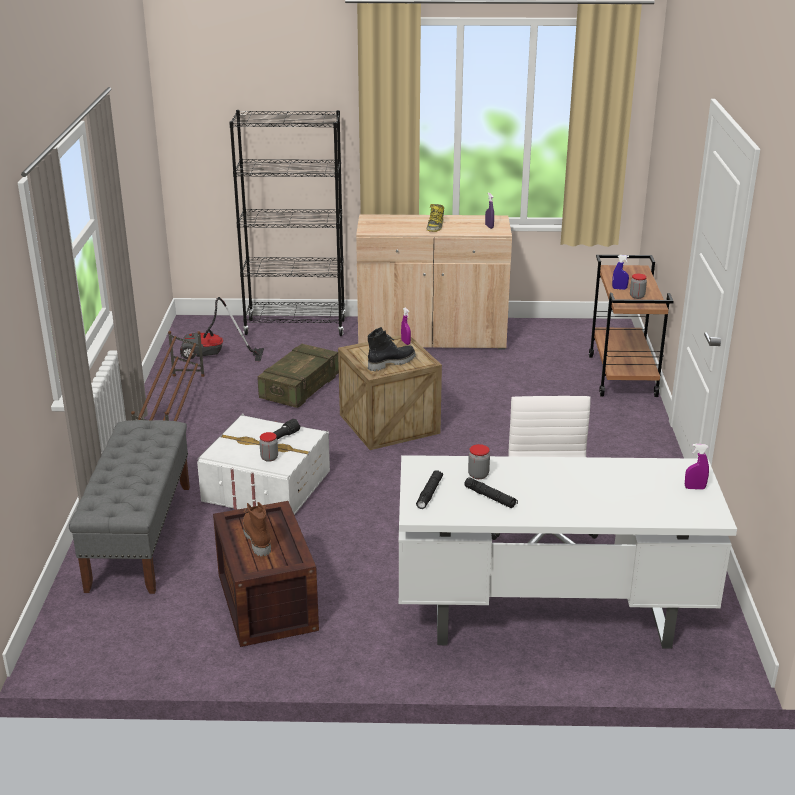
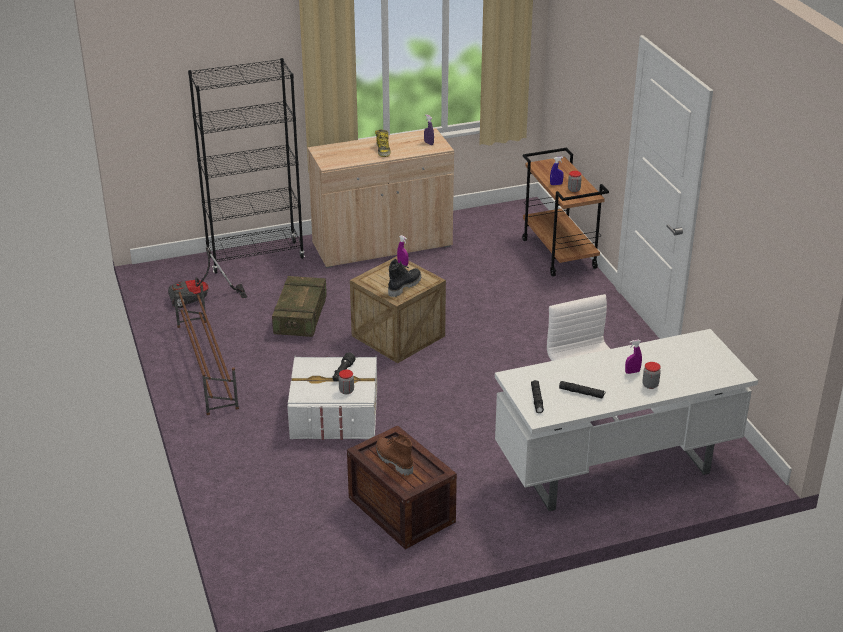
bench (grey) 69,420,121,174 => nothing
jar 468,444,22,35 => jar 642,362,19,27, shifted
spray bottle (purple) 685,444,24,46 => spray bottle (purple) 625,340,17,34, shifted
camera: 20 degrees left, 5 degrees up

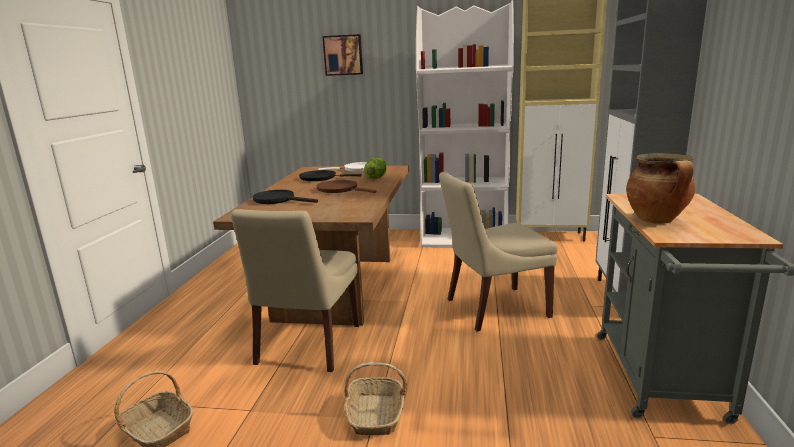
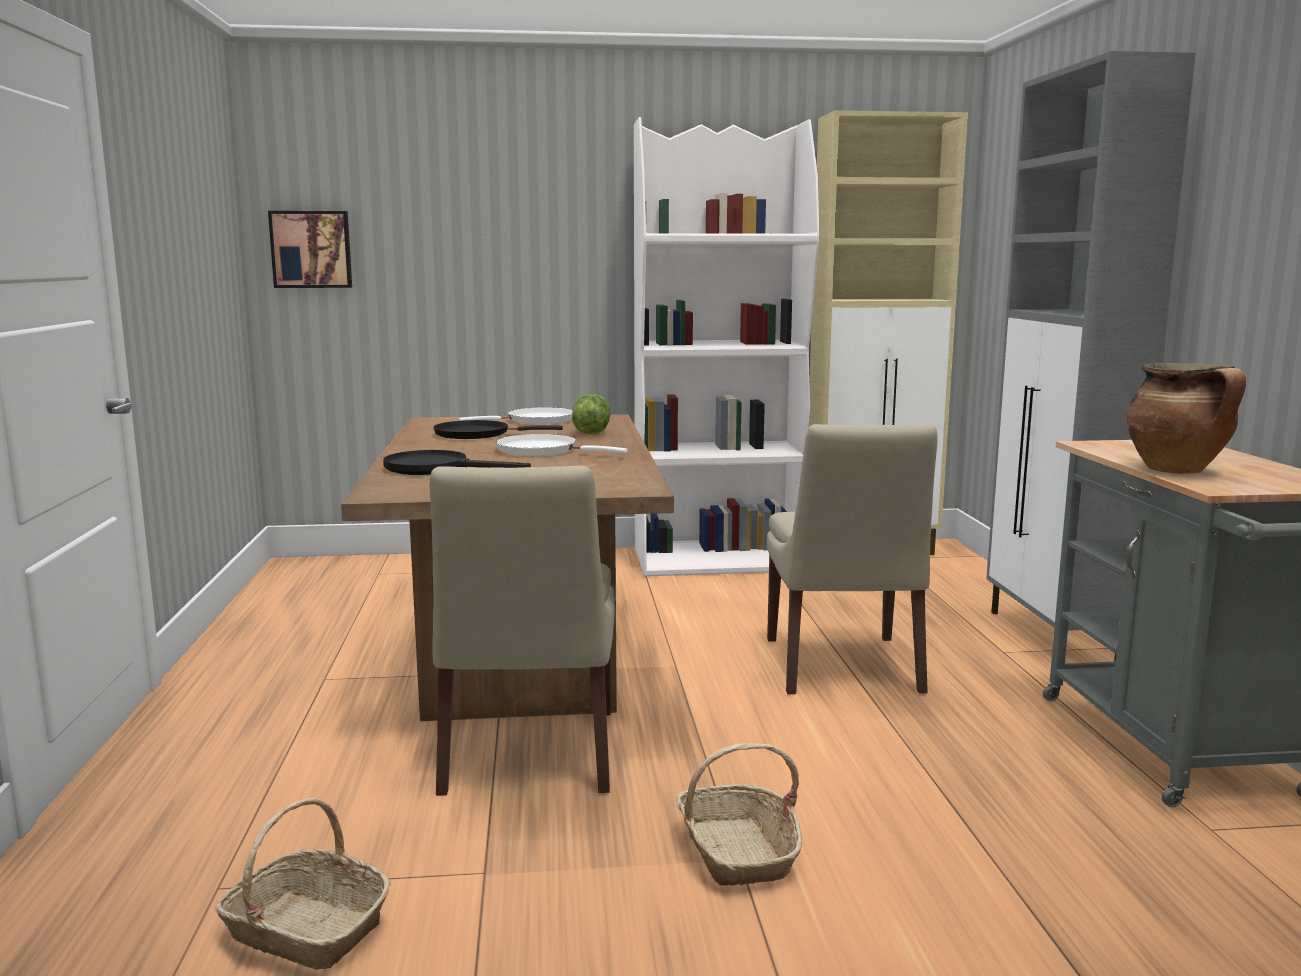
picture 322,34,41,42 => picture 268,211,84,77, shifted
chair (beige) 439,172,119,159 => chair (beige) 767,424,171,270, 60 degrees counterclockwise
frying pan (brown) 317,180,59,13 => frying pan (white) 496,434,132,22
camera: 15 degrees left, 5 degrees down

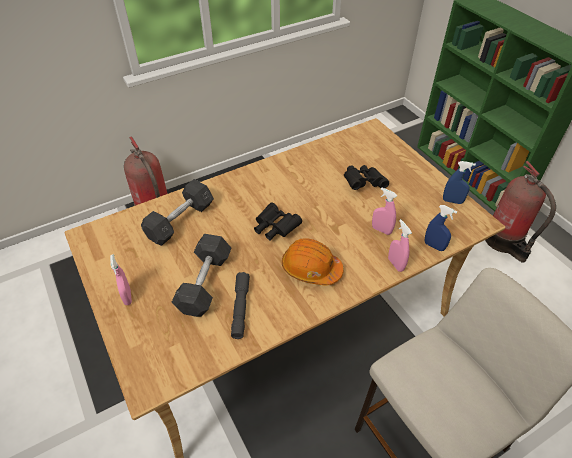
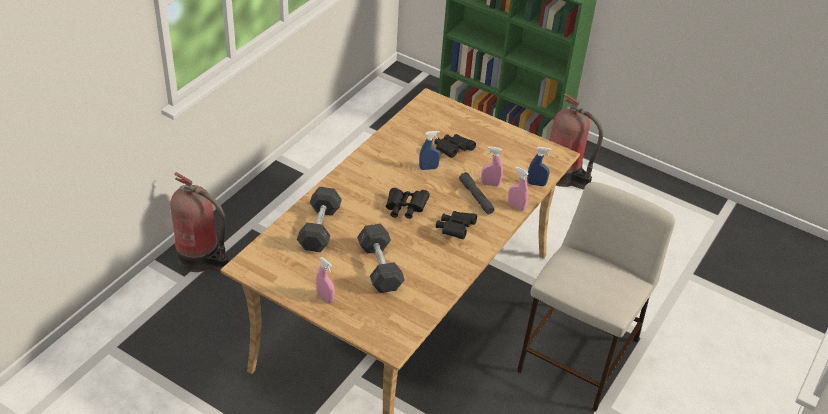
spray bottle (blue) 443,161,33,43 => spray bottle (blue) 419,131,21,39, shifted
hard hat (orange) 282,238,62,47 => binoculars (black) 436,211,41,28
flashlight (grey) 231,272,19,67 => flashlight (grey) 459,172,36,42, shifted
camera: 30 degrees left, 5 degrees down

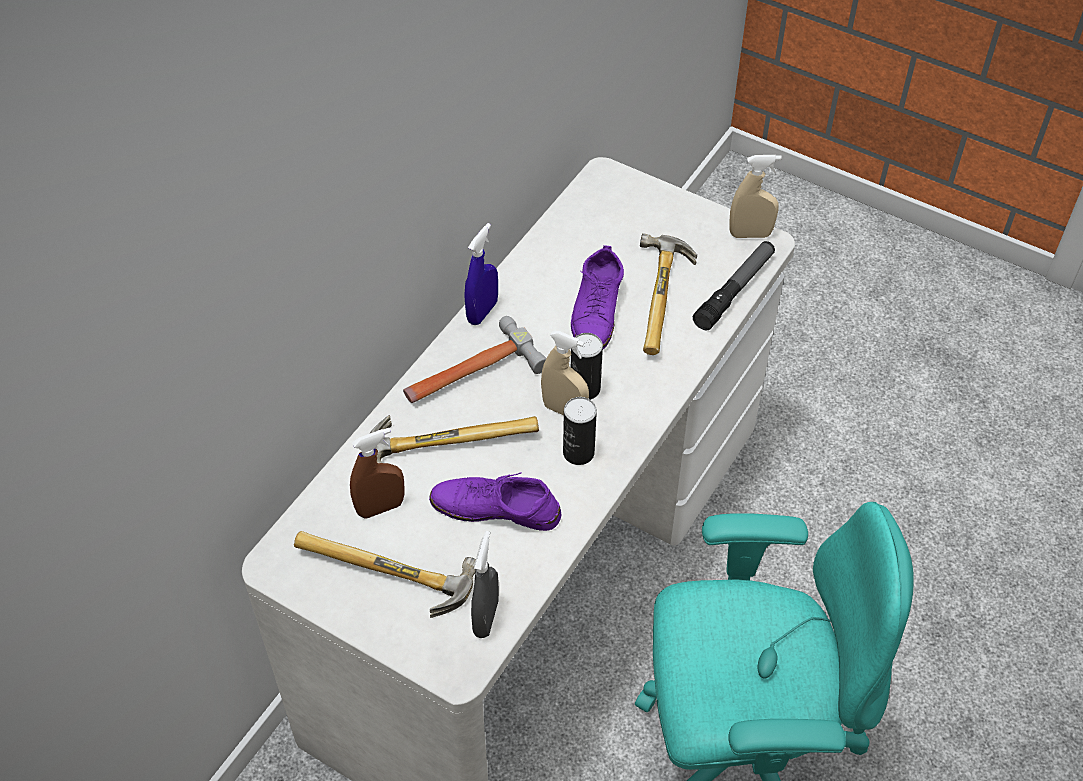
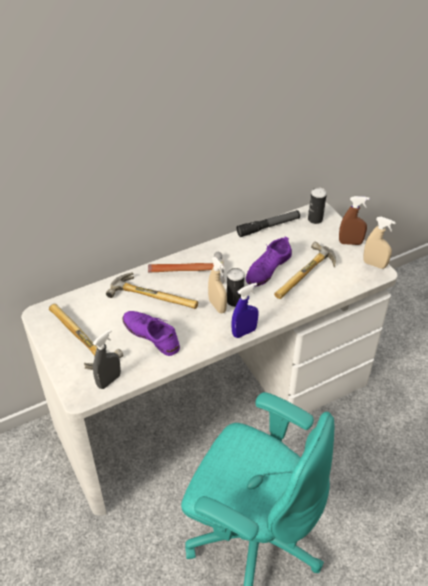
spray bottle (blue) 464,223,34,102 => spray bottle (blue) 231,283,27,55, shifted
flashlight 693,241,82,90 => flashlight 237,210,63,27, shifted
can 563,397,34,68 => can 308,187,19,37, shifted
spray bottle (brown) 350,428,54,91 => spray bottle (brown) 339,196,31,49, shifted
camera: 30 degrees right, 5 degrees down

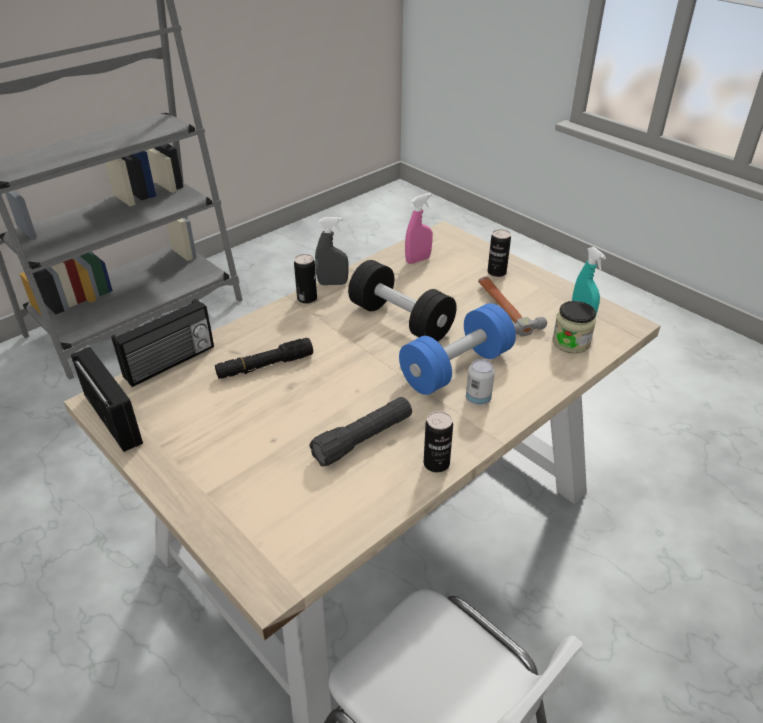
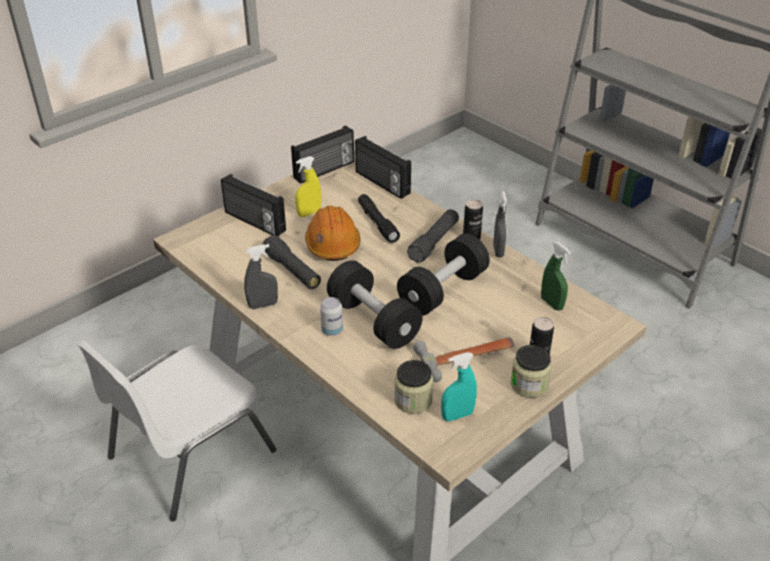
spray bottle (pink) 405,193,28,71 => spray bottle (green) 541,242,30,69
dumbbell (blue) 399,303,117,92 => dumbbell (black) 327,260,96,89
can 424,411,29,61 => spray bottle (grey) 244,244,34,65
nothing => spray bottle (yellow) 295,156,26,61
nothing => radio 221,174,65,62
nothing => hard hat (orange) 305,206,55,55
nothing => flashlight (black) 407,209,52,54
nothing => jar 511,345,40,53
camera: 90 degrees right, 0 degrees up

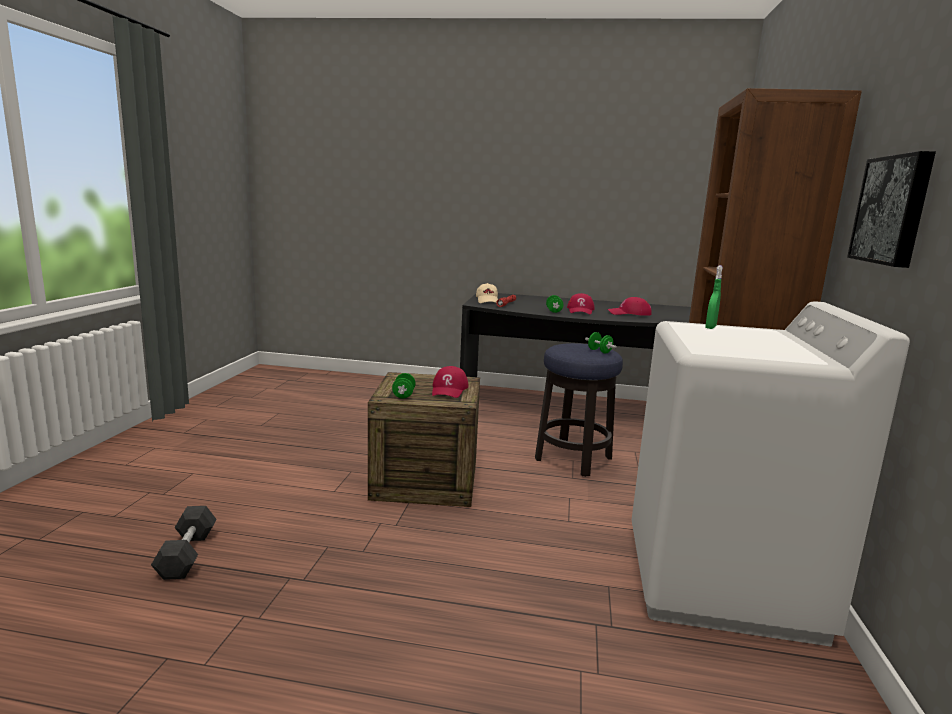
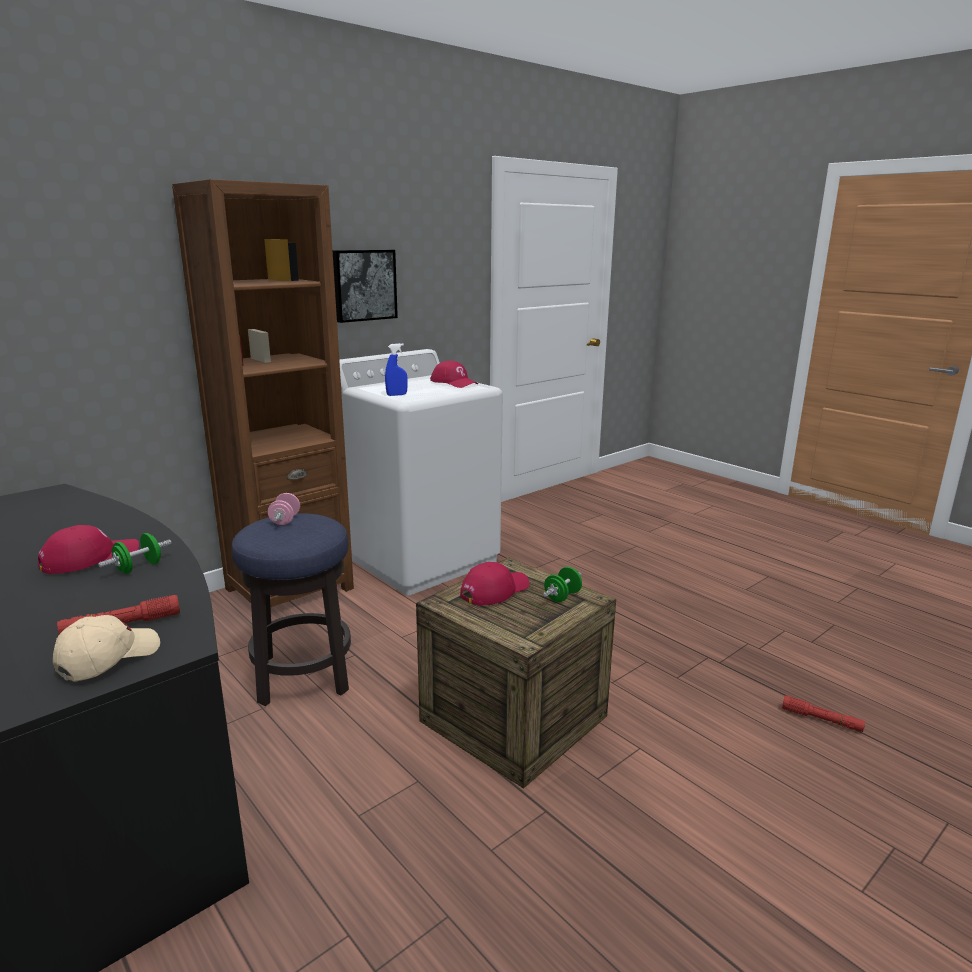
spray bottle (green) 705,265,18,64 => spray bottle (blue) 385,343,23,53
cap (red) 608,297,44,19 => cap (red) 430,361,48,27, shifted
dumbbell (green) 585,332,32,21 => dumbbell (pink) 268,493,32,32
dumbbell (black) 151,506,65,74 => flashlight (red) 782,696,83,36
camera: 140 degrees left, 5 degrees up

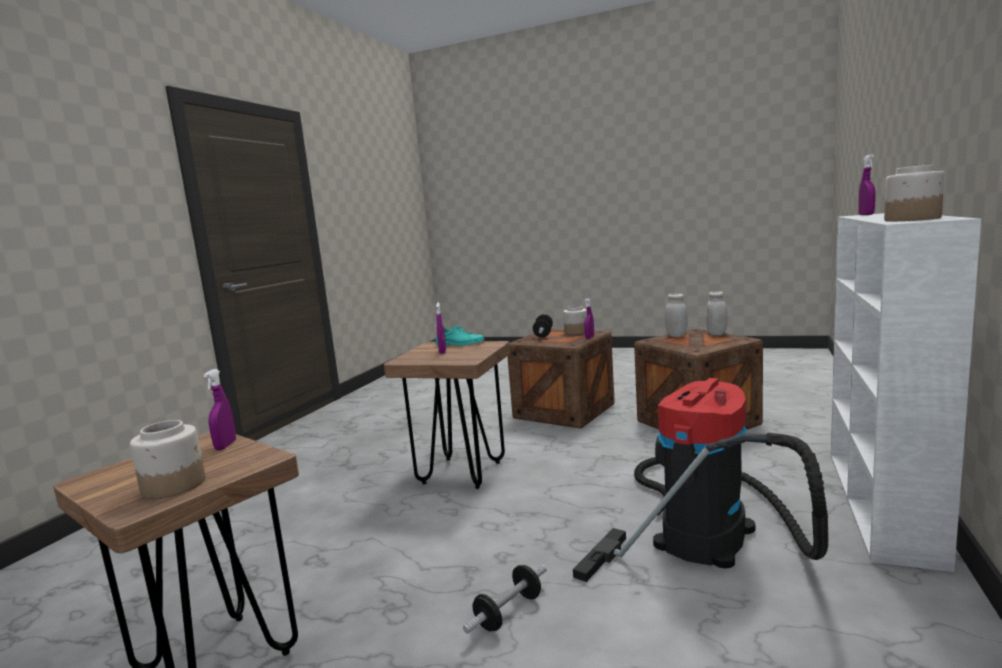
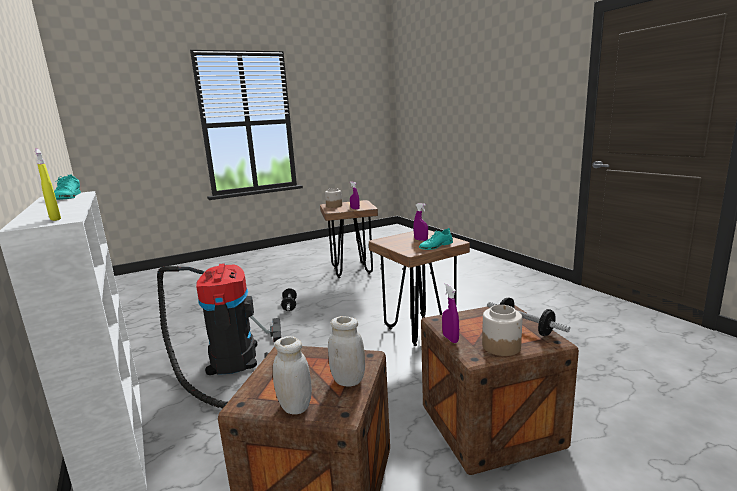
spray bottle (purple) 858,154,17,61 => spray bottle (yellow) 35,149,26,72
jar 884,165,60,56 => shoe (turquoise) 54,175,27,25
camera: 130 degrees right, 5 degrees up

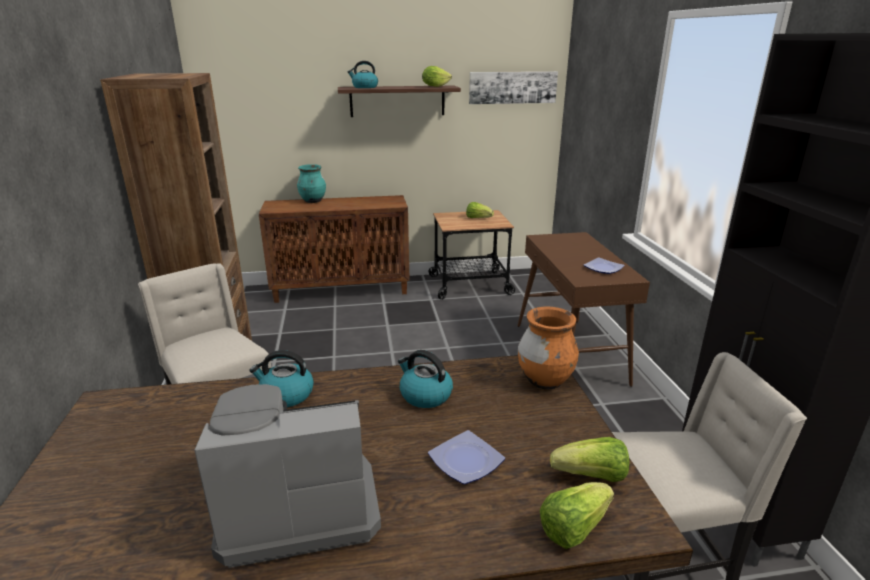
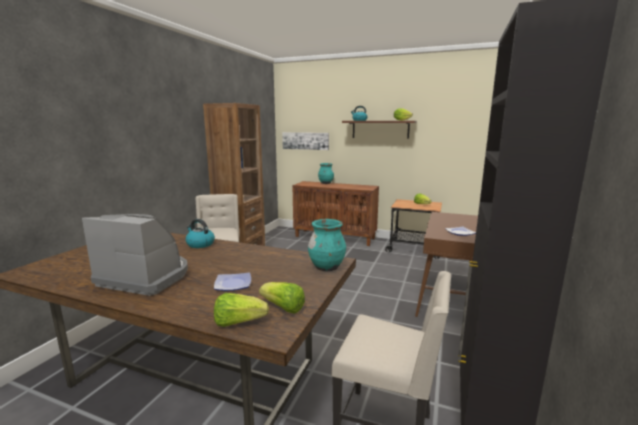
picture 469,71,89,33 => picture 282,132,47,18, shifted
vase (orange) 518,307,61,82 => vase (turquoise) 308,219,38,52
kettle 398,350,55,58 => nothing
camera: 30 degrees right, 10 degrees down

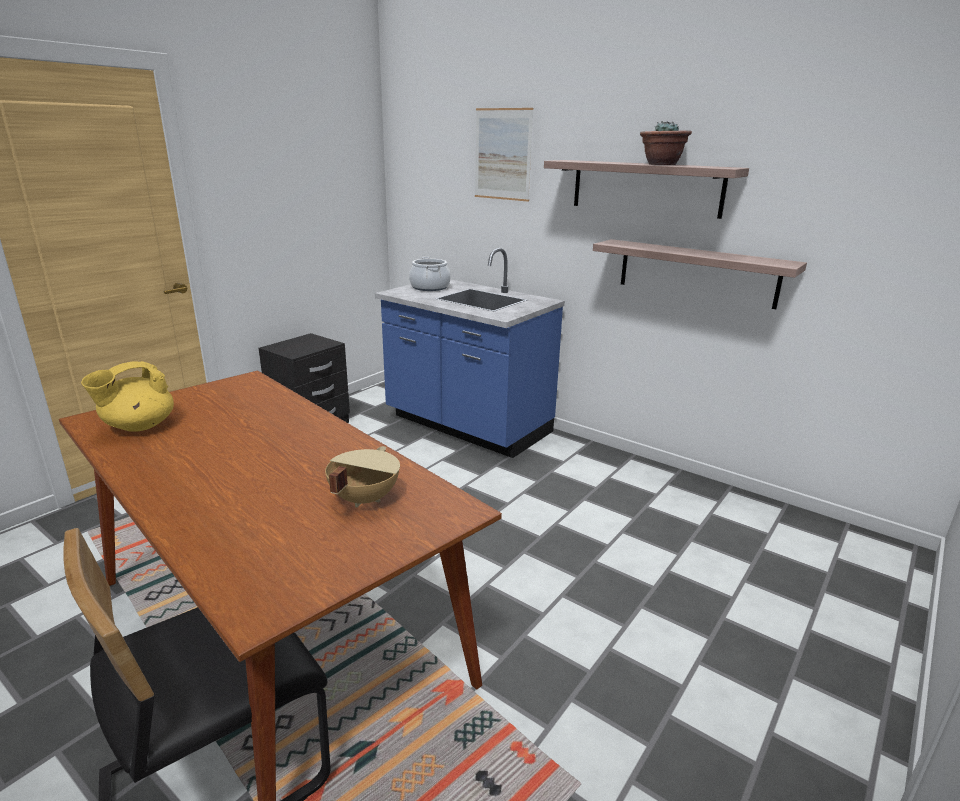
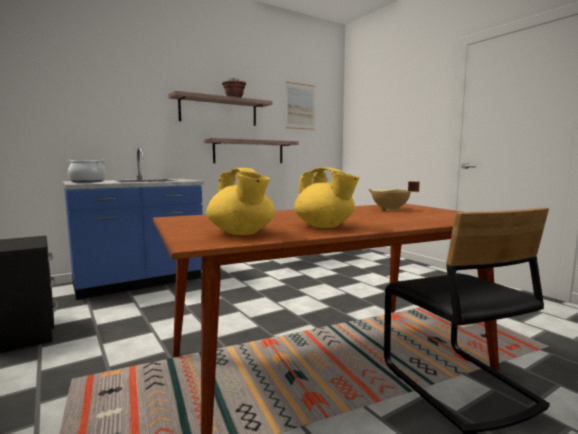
picture 475,108,58,94 => picture 286,82,29,48, shifted
nothing => teapot (yellow) 294,167,66,61
camera: 70 degrees left, 15 degrees down

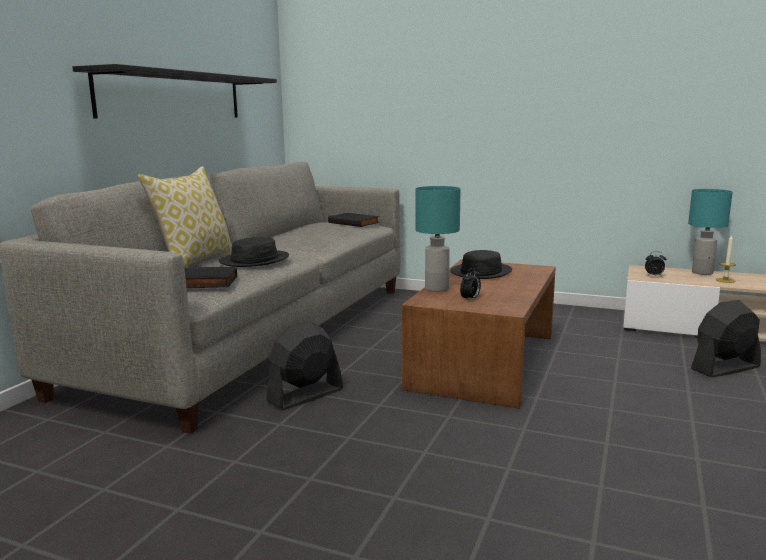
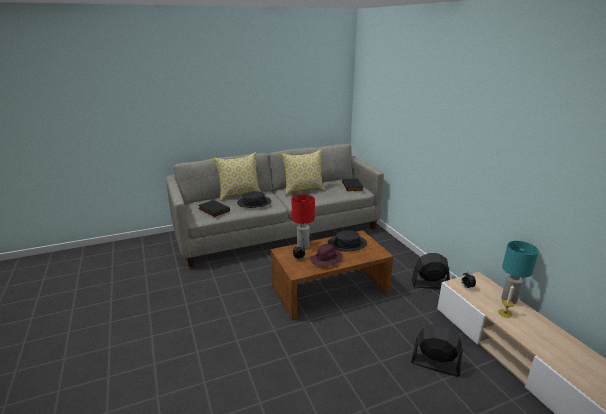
shelf (black) 72,64,205,55 => nothing
table lamp (turquoise) 415,186,46,106 => table lamp (red) 292,194,23,55
fan (black) 266,321,77,89 => fan (black) 411,253,39,36, shifted
nothing => pillow 281,149,44,46
nothing => hat (purple) 310,244,32,22
camera: 45 degrees right, 10 degrees up

